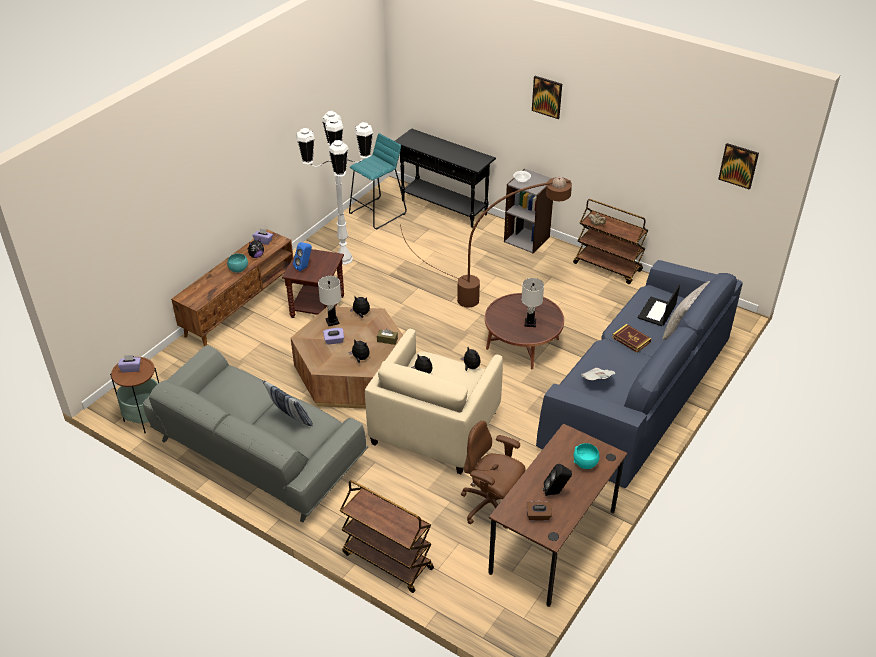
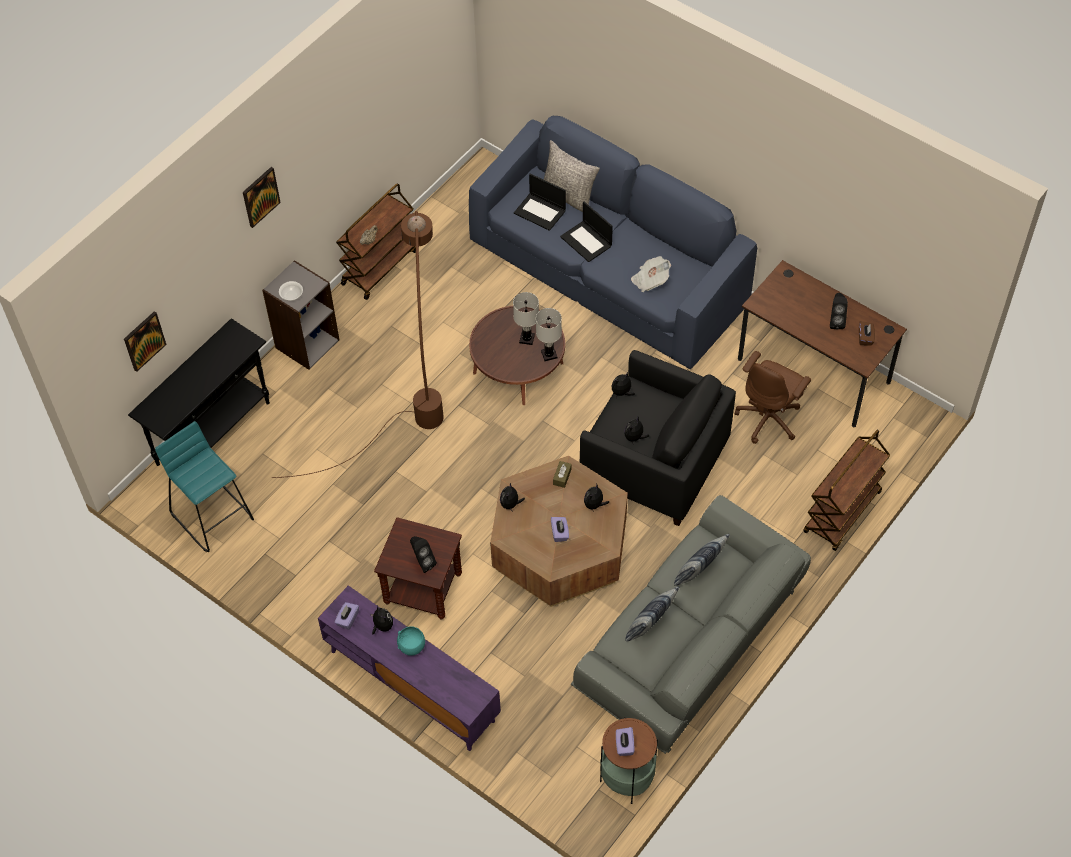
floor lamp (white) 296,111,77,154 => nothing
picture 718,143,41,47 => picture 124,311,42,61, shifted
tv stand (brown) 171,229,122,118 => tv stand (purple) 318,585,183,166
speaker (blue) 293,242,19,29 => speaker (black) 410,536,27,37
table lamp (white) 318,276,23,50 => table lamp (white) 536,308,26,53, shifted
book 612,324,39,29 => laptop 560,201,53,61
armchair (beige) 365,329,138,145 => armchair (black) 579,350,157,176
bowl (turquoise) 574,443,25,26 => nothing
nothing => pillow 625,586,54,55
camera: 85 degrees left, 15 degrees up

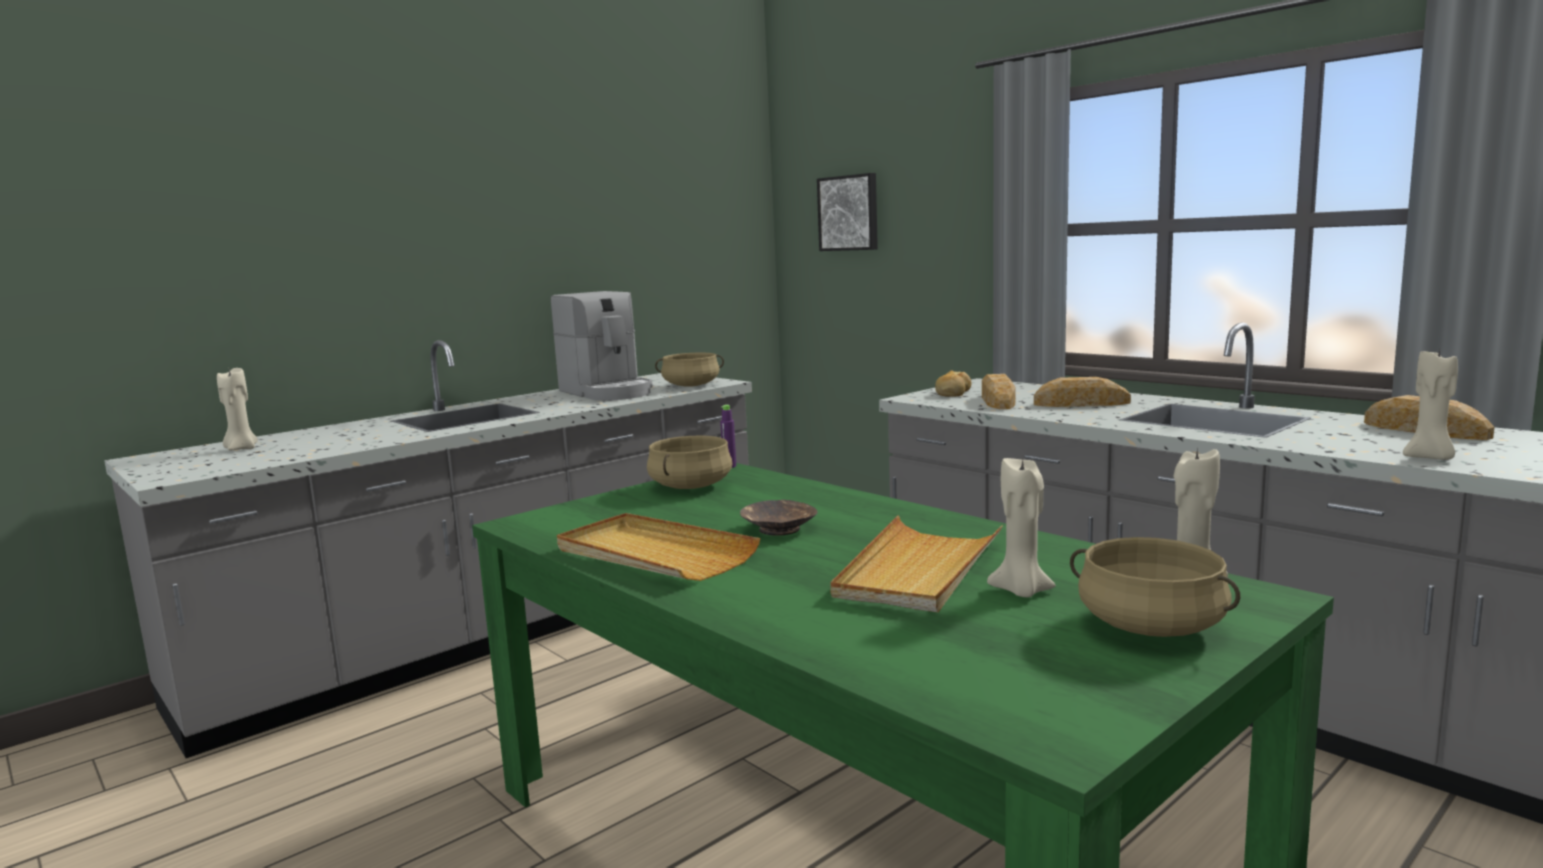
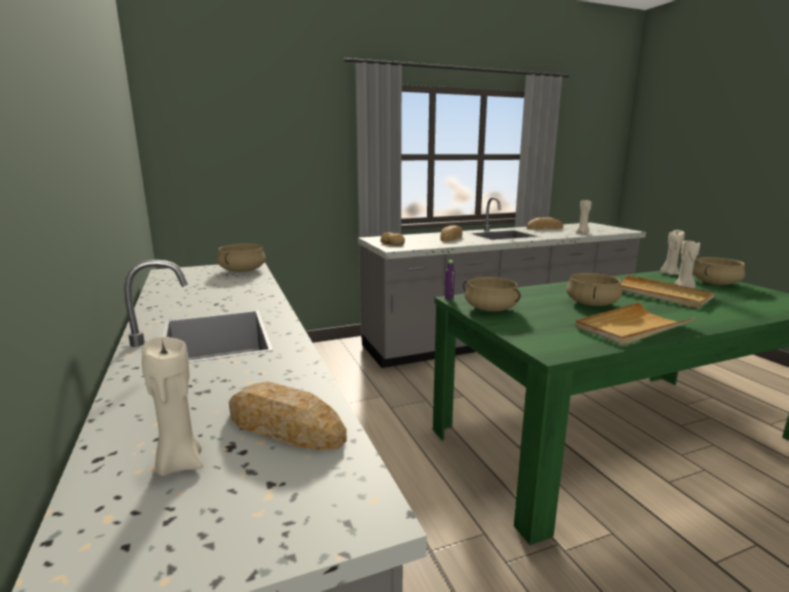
picture 817,173,61,78 => nothing
coffee machine 551,291,102,109 => nothing
bread 982,374,33,35 => bread 229,381,118,69, shifted
bowl (brown) 740,500,78,36 => cooking pot (beige) 566,273,56,33
camera: 70 degrees left, 5 degrees up

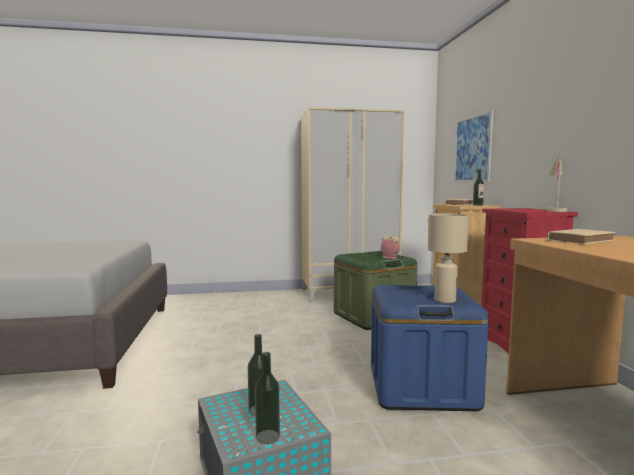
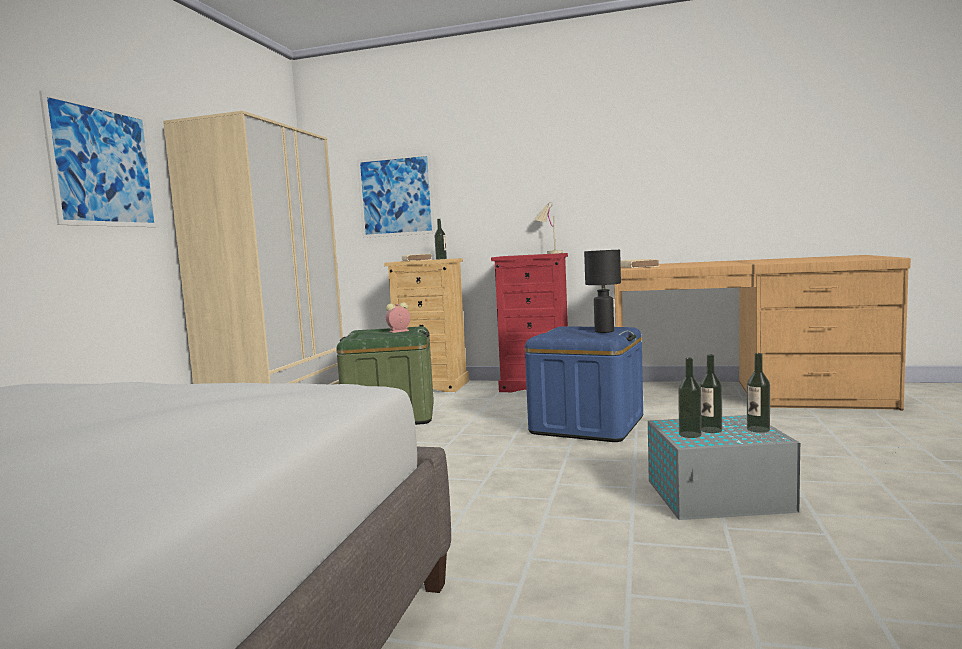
table lamp (beige) 428,214,41,89 => table lamp (black) 584,250,37,83
nothing => picture 39,90,119,137
nothing => bottle 678,358,23,80
camera: 65 degrees left, 0 degrees up

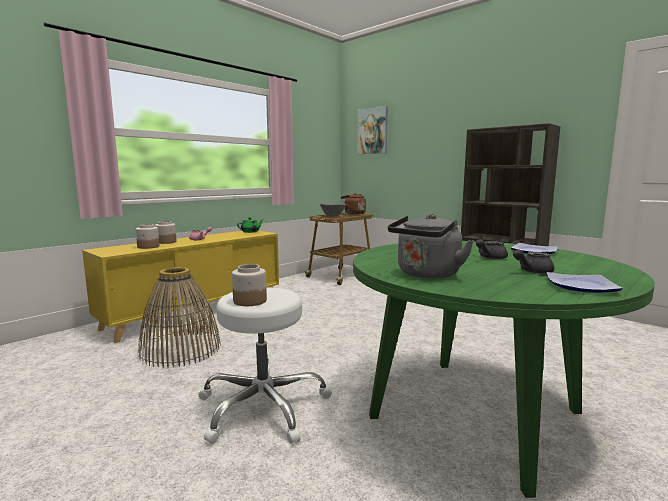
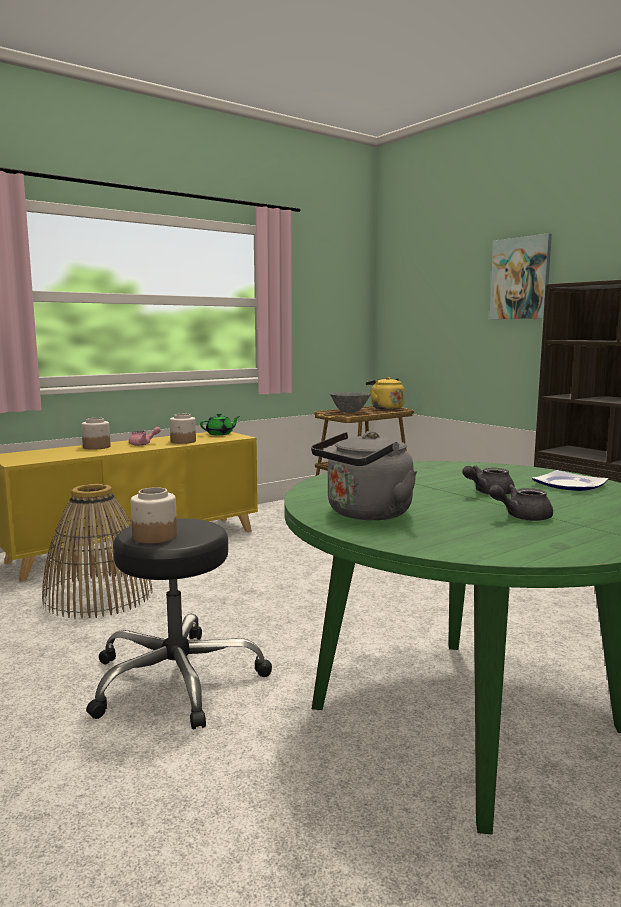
picture 357,106,31,48 => picture 489,233,63,86, shifted
kettle (brown) 341,193,25,21 => kettle (yellow) 366,377,38,33
jar 136,224,23,25 => jar 170,414,26,30, shifted
plate 547,272,76,21 => nothing
stool (white) 199,287,133,157 => stool (black) 86,518,186,211
camera: 10 degrees right, 0 degrees up

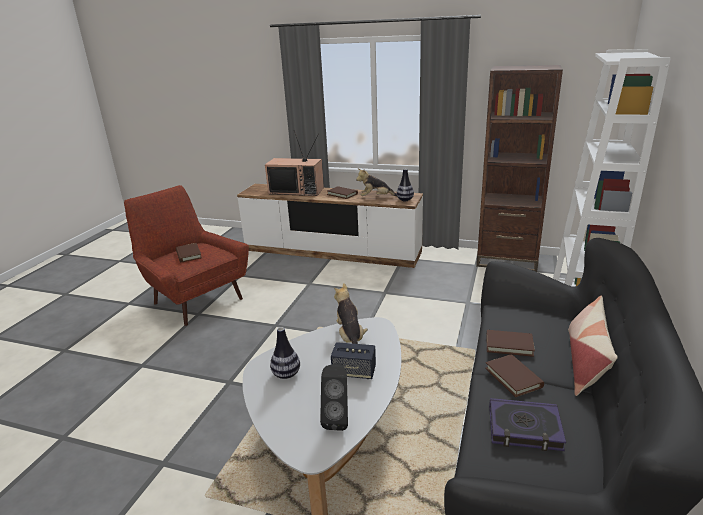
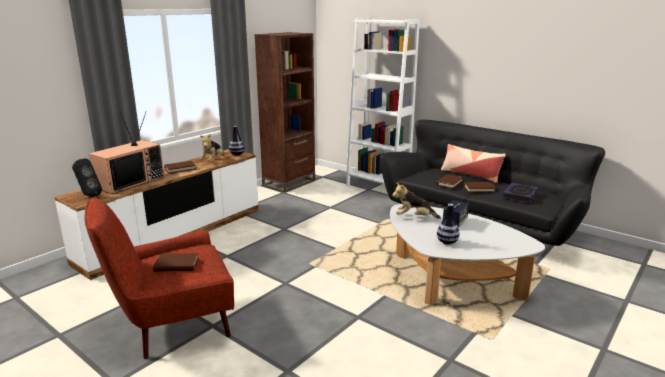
speaker (black) 320,363,28,68 => speaker (black) 72,158,30,39, shifted
camera: 70 degrees left, 5 degrees down

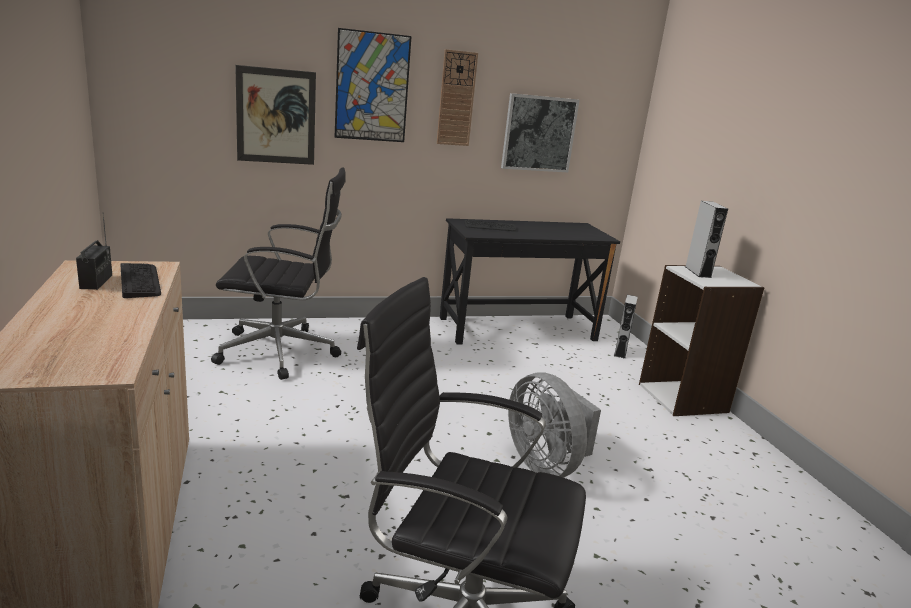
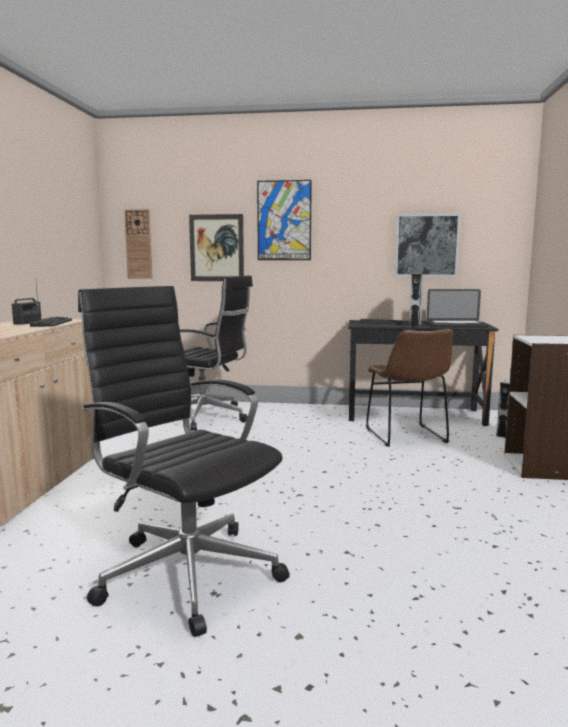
wall clock 437,49,41,97 => wall clock 124,209,28,70, shifted
speaker (grey) 686,201,42,77 => speaker (grey) 409,274,14,53, shifted
fan (grey) 508,373,93,104 => nothing
nothing => laptop 427,289,62,38
nothing => chair (brown) 366,329,87,118
camera: 25 degrees right, 10 degrees down

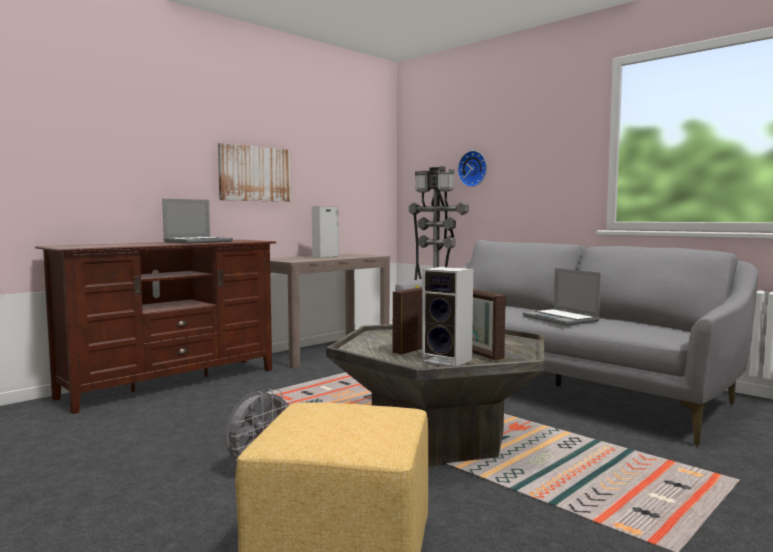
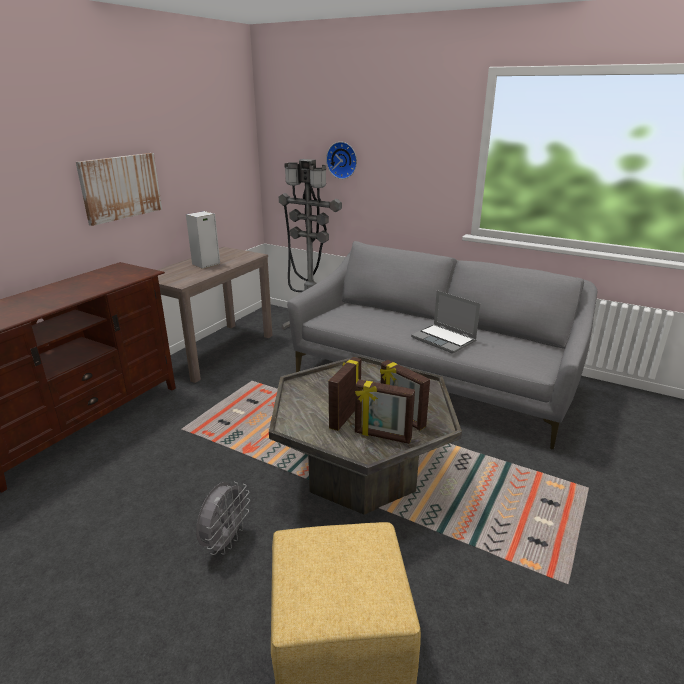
laptop 162,199,71,45 => nothing
speaker 422,267,51,99 => picture frame 355,379,60,65
camera: 15 degrees left, 20 degrees up

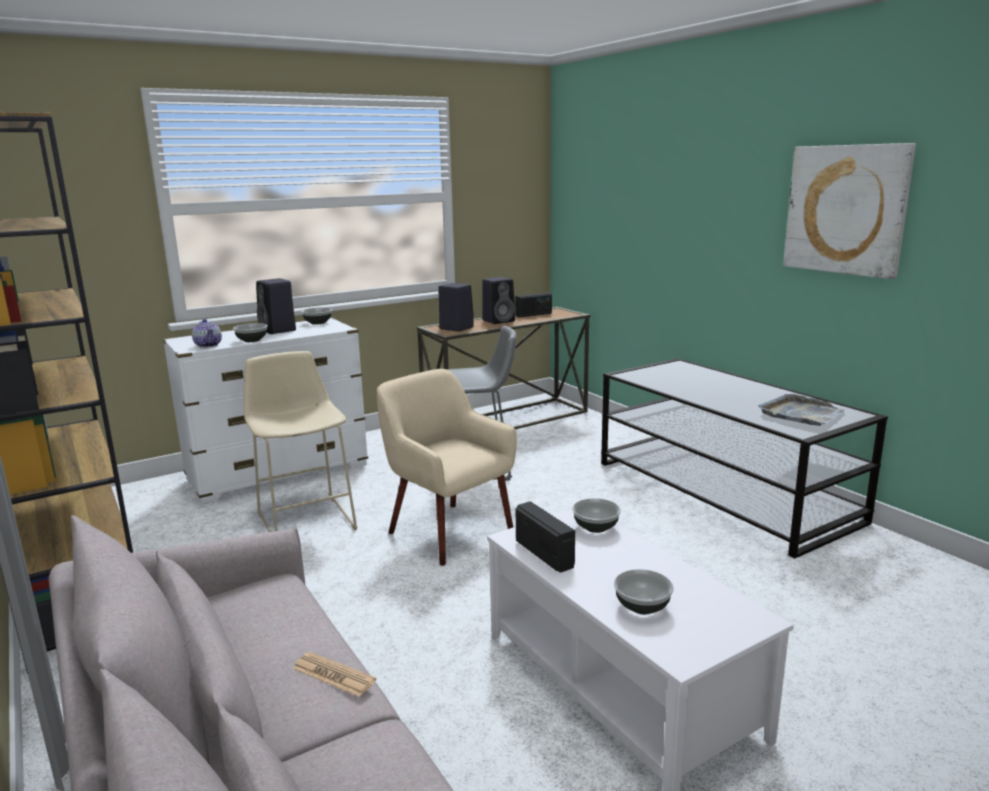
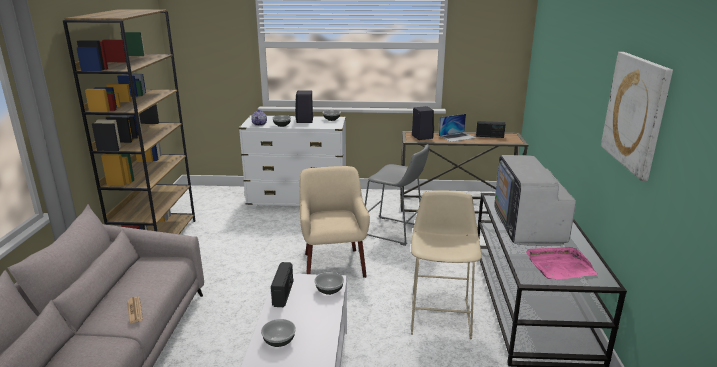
speaker (black) 482,277,33,47 => laptop 439,114,37,28
stool (beige) 243,351,114,181 => stool (beige) 411,190,71,149, shifted
tray (grey) 758,394,87,32 => tray (pink) 526,247,72,32
nothing => television 494,155,82,91
camera: 35 degrees right, 5 degrees up

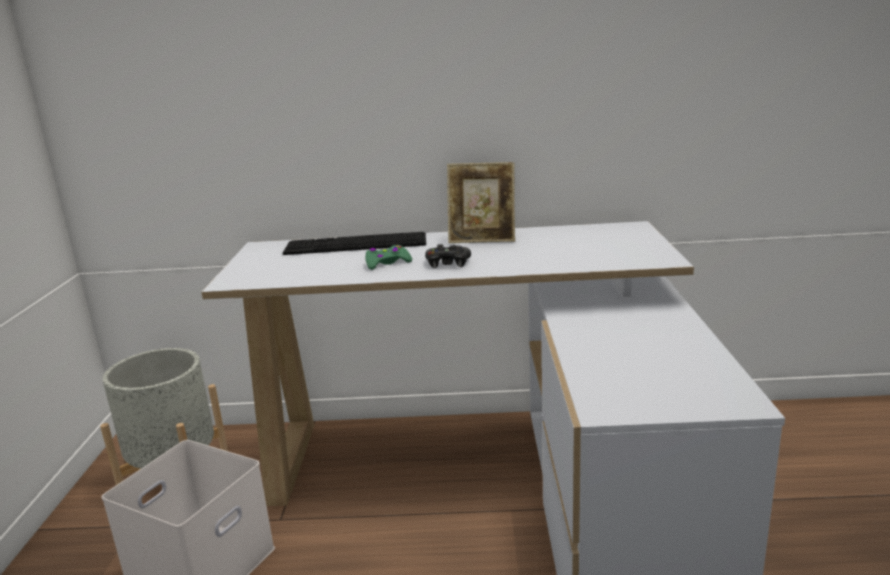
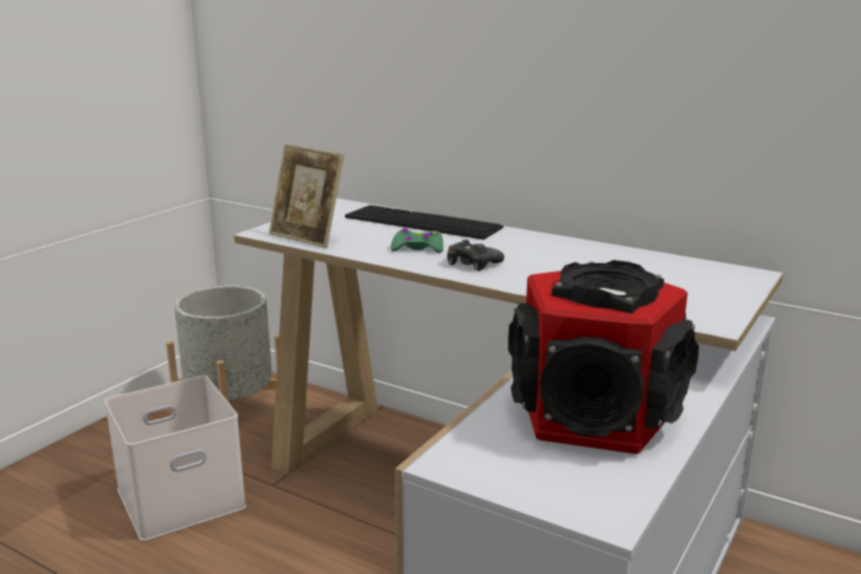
picture frame 447,162,68,81 => picture frame 269,144,75,104, shifted
nothing => speaker 508,260,191,194
camera: 30 degrees right, 0 degrees up

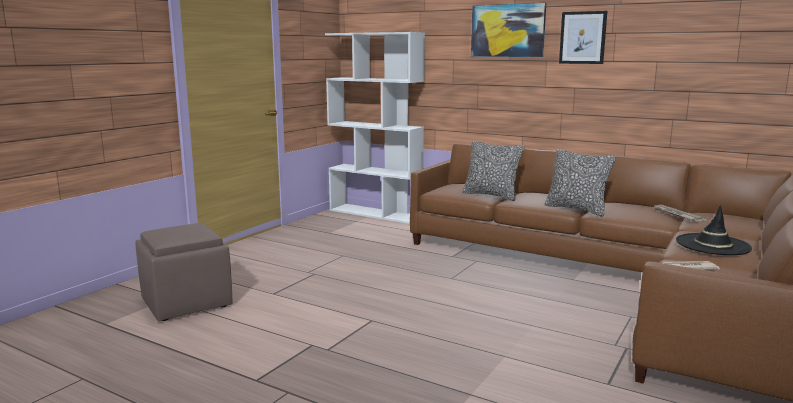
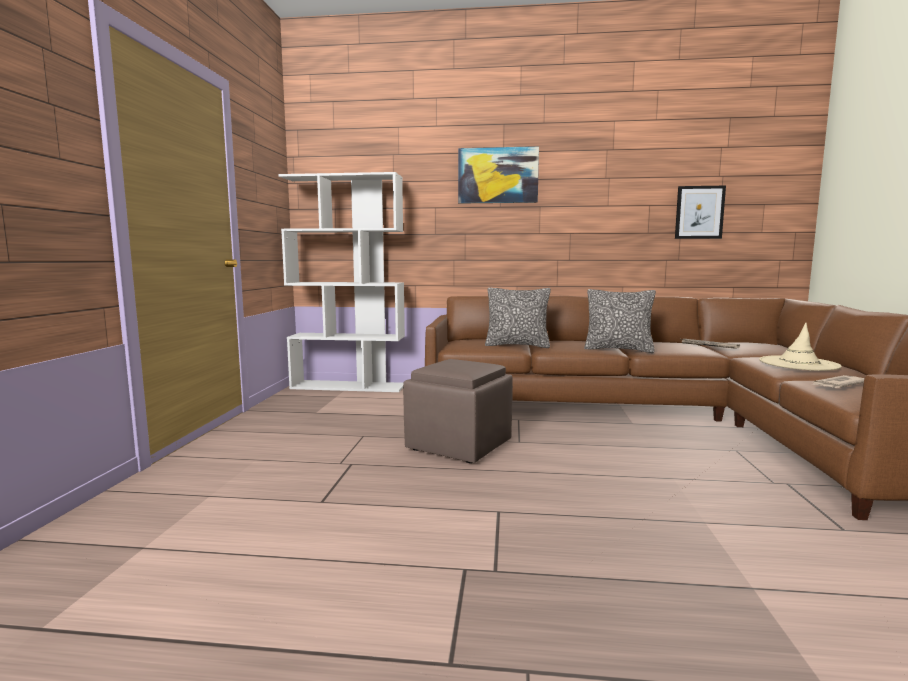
picture 559,11,48,53 => picture 675,186,51,53, shifted
hat (black) 676,205,76,50 => hat (beige) 759,323,83,48
ottoman (brown) 135,223,97,98 => ottoman (brown) 403,359,110,104, shifted
camera: 25 degrees left, 5 degrees down

